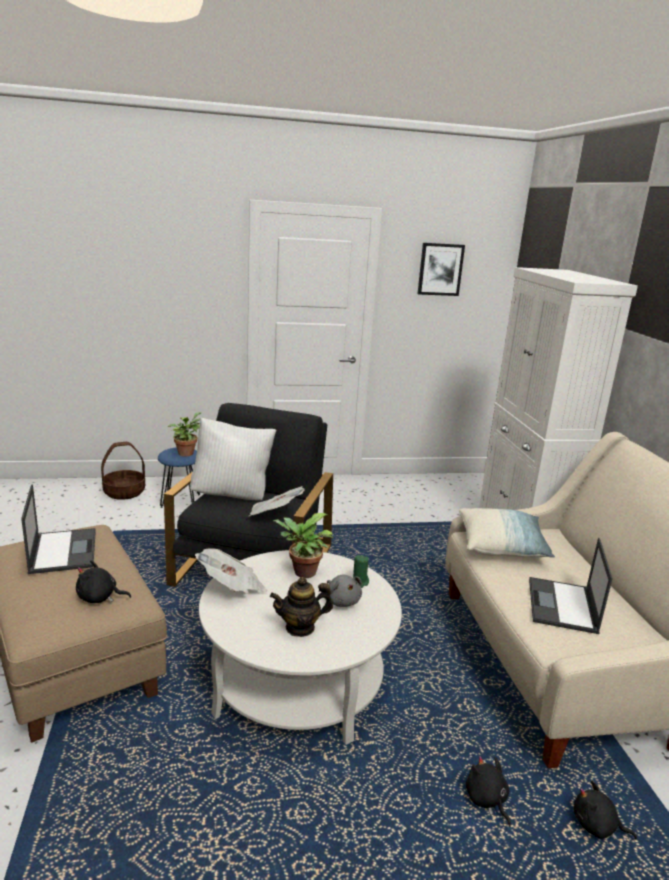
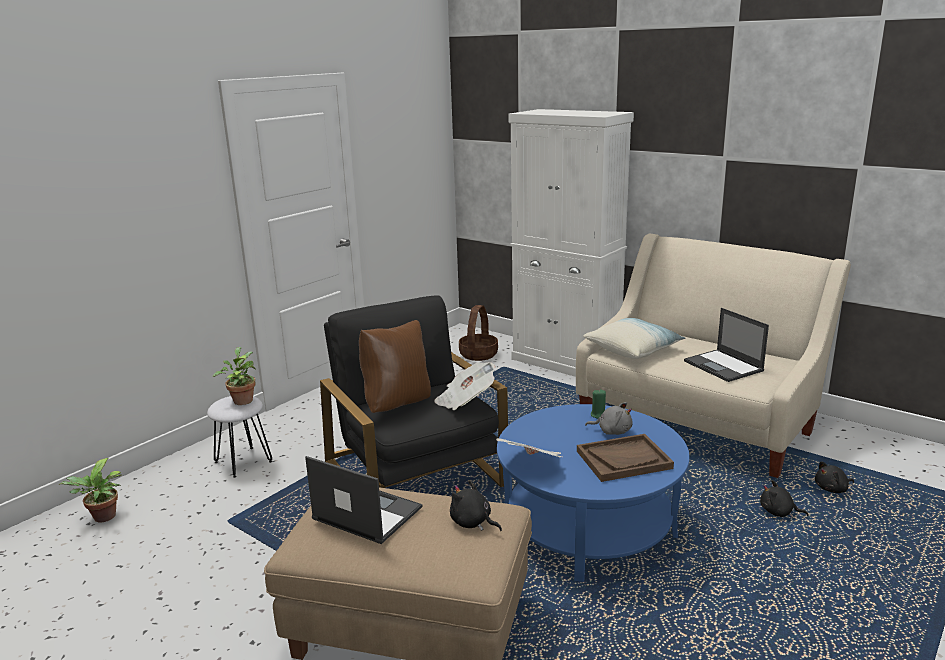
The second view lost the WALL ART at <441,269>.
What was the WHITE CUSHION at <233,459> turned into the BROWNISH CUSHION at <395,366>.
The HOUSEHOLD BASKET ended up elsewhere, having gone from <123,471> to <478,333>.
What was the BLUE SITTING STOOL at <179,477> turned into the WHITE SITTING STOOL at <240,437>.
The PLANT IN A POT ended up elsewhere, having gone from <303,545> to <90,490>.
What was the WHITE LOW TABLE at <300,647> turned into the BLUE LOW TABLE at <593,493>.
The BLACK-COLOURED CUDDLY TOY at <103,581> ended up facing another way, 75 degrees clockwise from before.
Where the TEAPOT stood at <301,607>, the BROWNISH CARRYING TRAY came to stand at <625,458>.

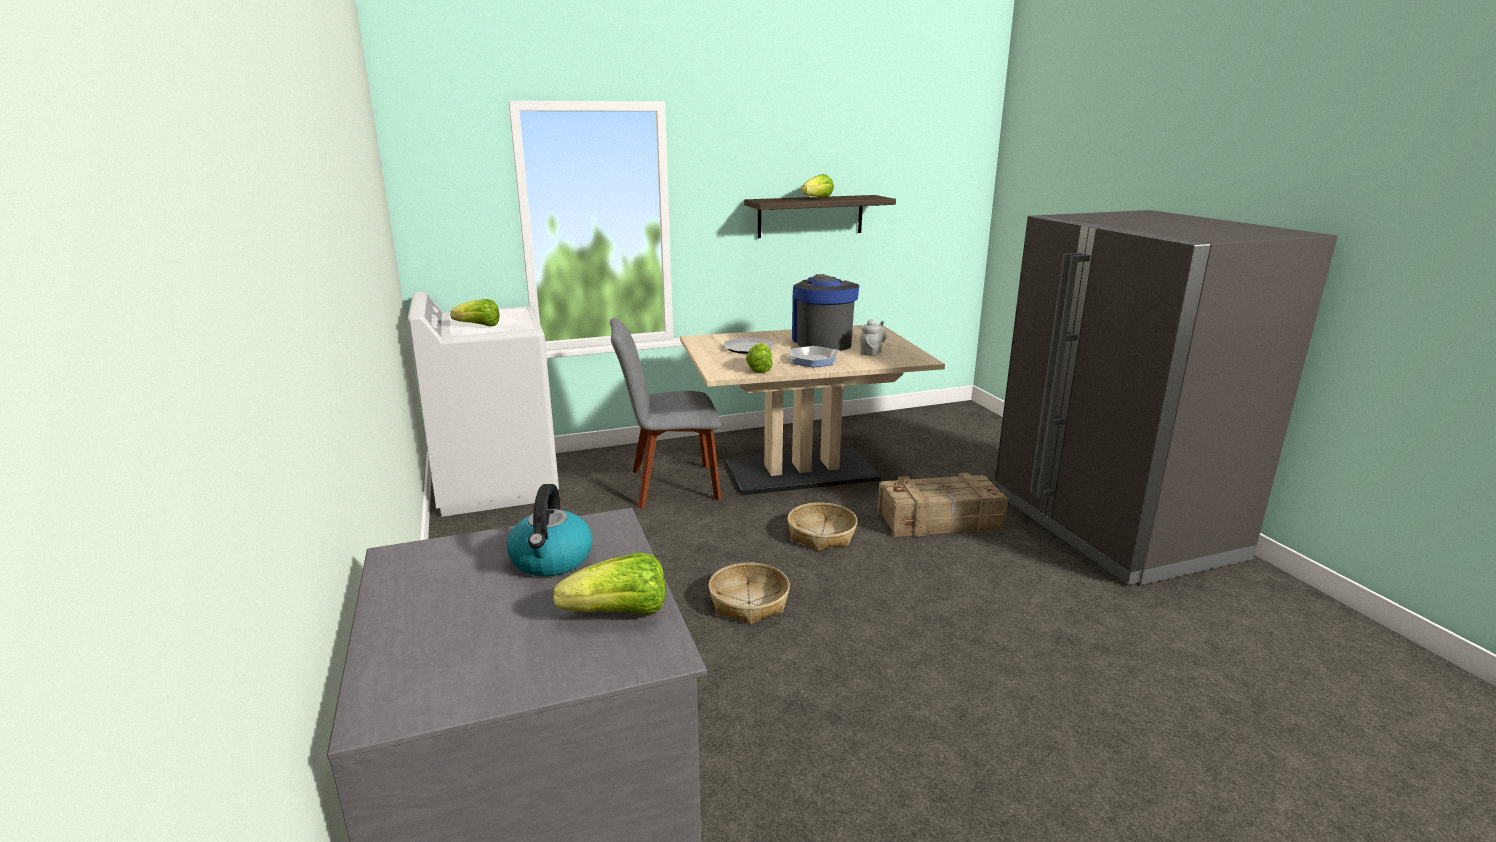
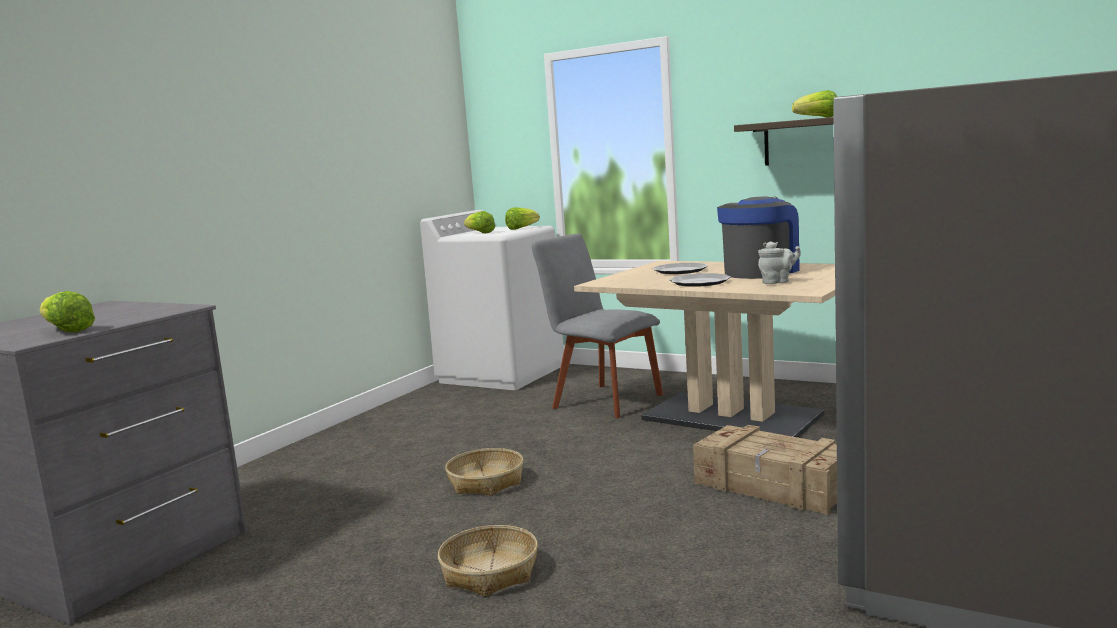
The LETTUCE ended up elsewhere, having gone from <759,358> to <522,219>.
Where the SKILLET stood at <813,356>, the DINNER PLATE came to stand at <700,280>.
The second view lost the WATER KETTLE at <549,530>.
The HOUSEHOLD BASKET ended up elsewhere, having gone from <822,526> to <488,561>.

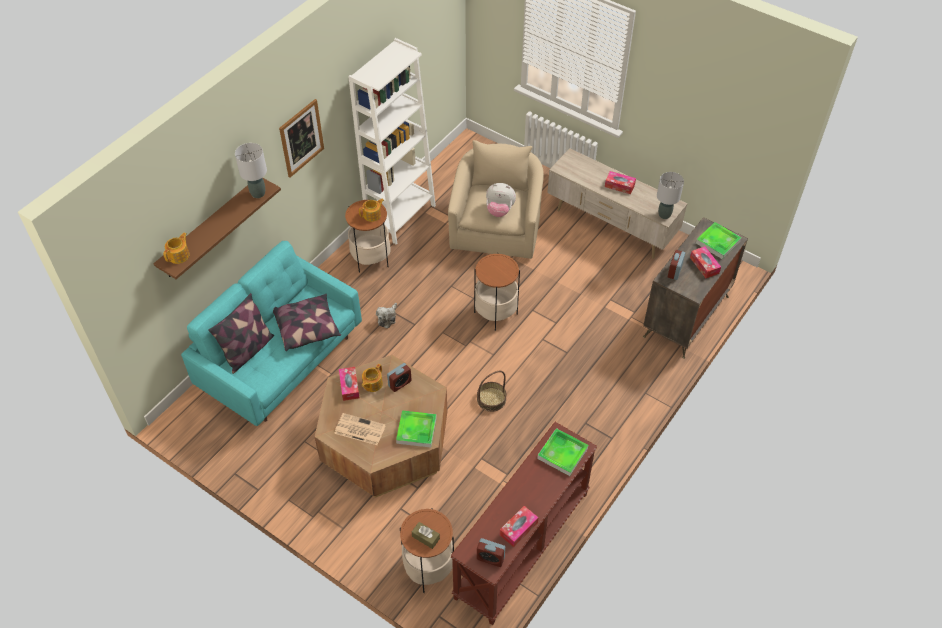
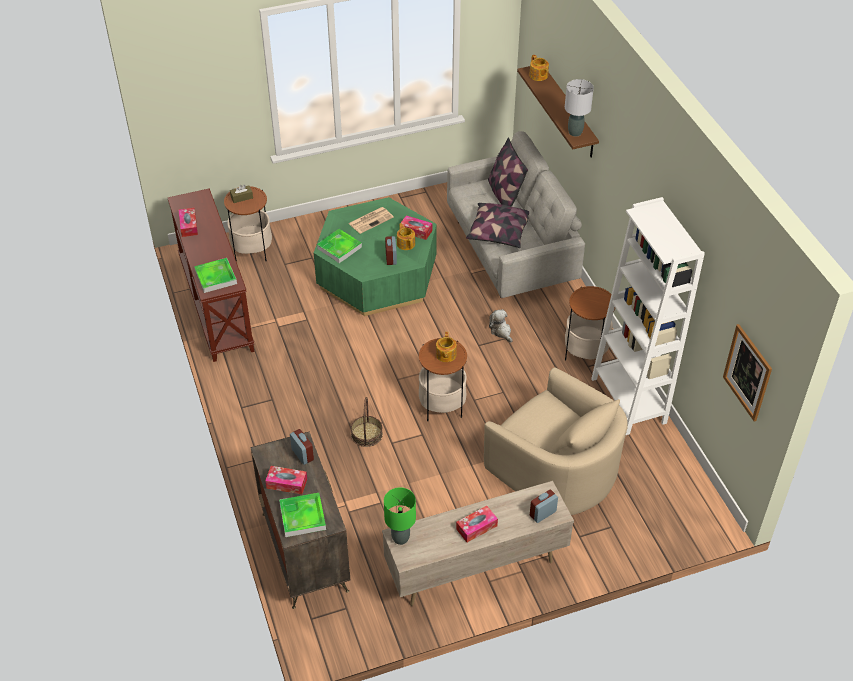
The WALL ART ended up elsewhere, having gone from <301,138> to <747,372>.
What was the GREY TABLE LAMP at <670,195> turned into the GREEN-COLOURED TABLE LAMP at <400,516>.
The second view lost the CUDDLY TOY at <501,200>.
The TEAPOT ended up elsewhere, having gone from <371,210> to <446,347>.
What was the TURQUOISE SETTEE at <271,333> turned into the GREY SETTEE at <516,214>.
What was the BROWNISH LOW TABLE at <381,426> turned into the GREEN-COLOURED LOW TABLE at <375,256>.
The HOUSEHOLD BASKET ended up elsewhere, having gone from <491,391> to <367,422>.
The TABLE CLOCK ended up elsewhere, having gone from <491,552> to <544,506>.

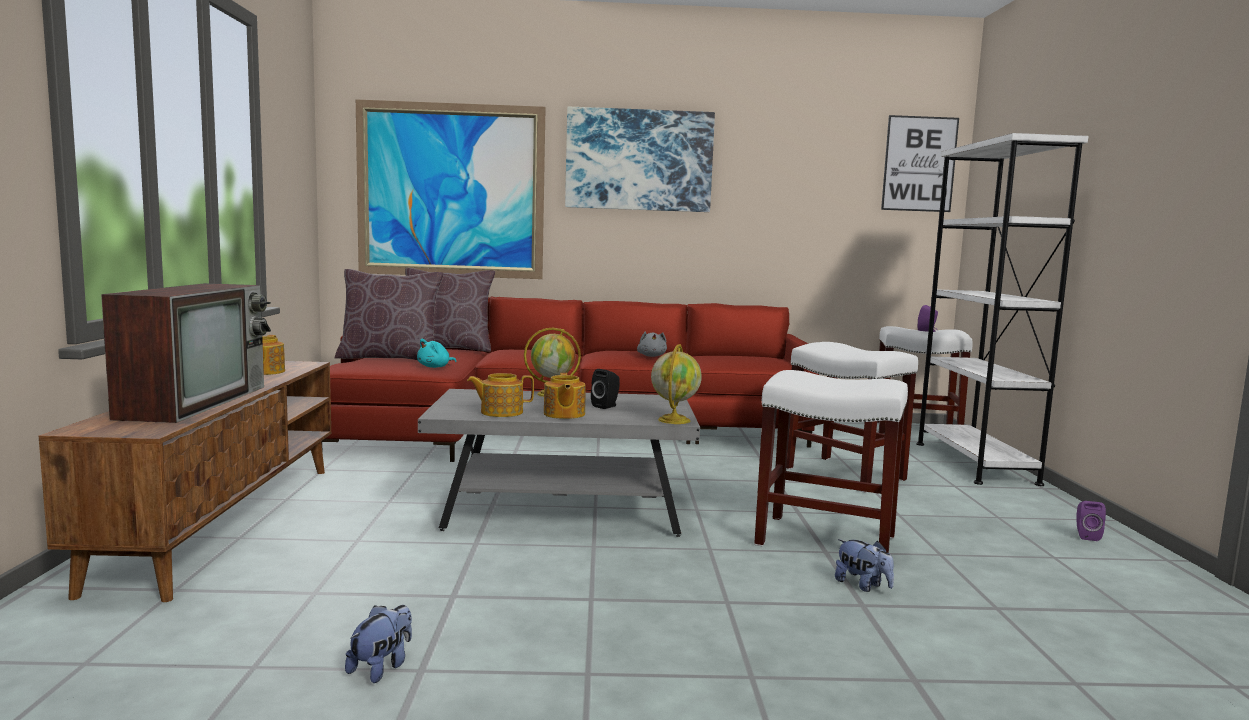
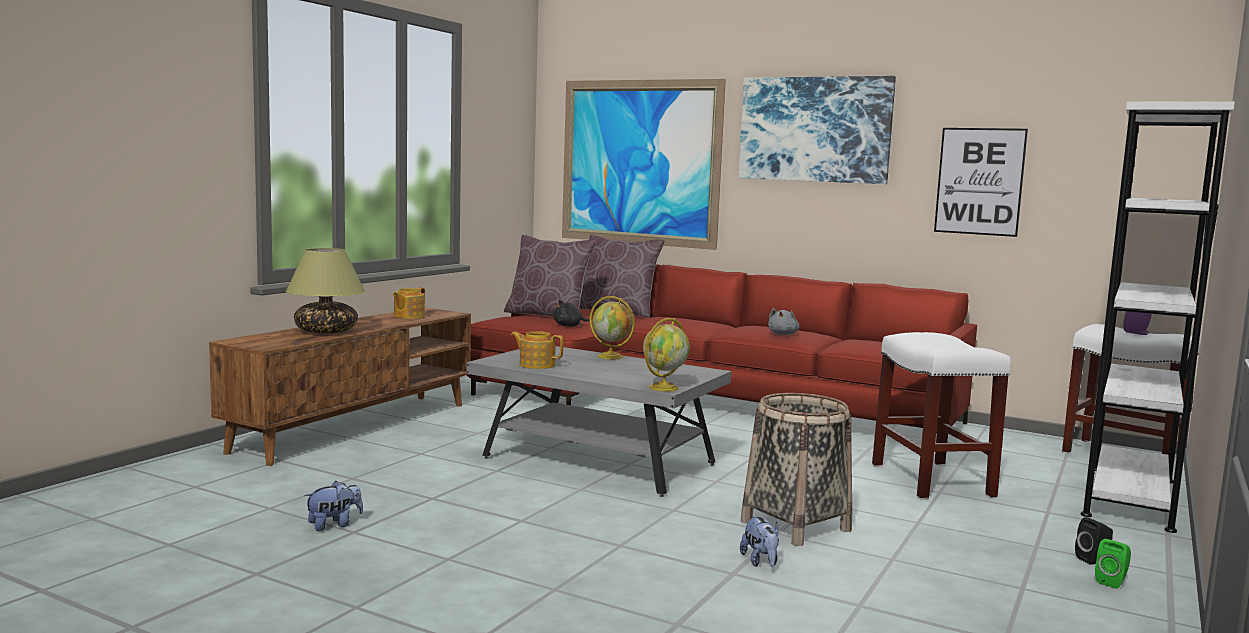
The WALL ART ended up elsewhere, having gone from <920,163> to <981,182>.
Where the TELEVISION stood at <186,353>, the TABLE LAMP came to stand at <325,291>.
What was the TURQUOISE CUDDLY TOY at <437,353> turned into the BLACK-COLOURED CUDDLY TOY at <572,313>.
The BLACK-COLOURED LOUDSPEAKER ended up elsewhere, having gone from <605,389> to <1094,541>.
Where the WHITE SITTING STOOL stood at <831,461>, the HOUSEHOLD BASKET came to stand at <796,469>.
The second view lost the TEAPOT at <565,396>.
What was the PURPLE LOUDSPEAKER at <1091,521> turned into the GREEN-COLOURED LOUDSPEAKER at <1113,564>.

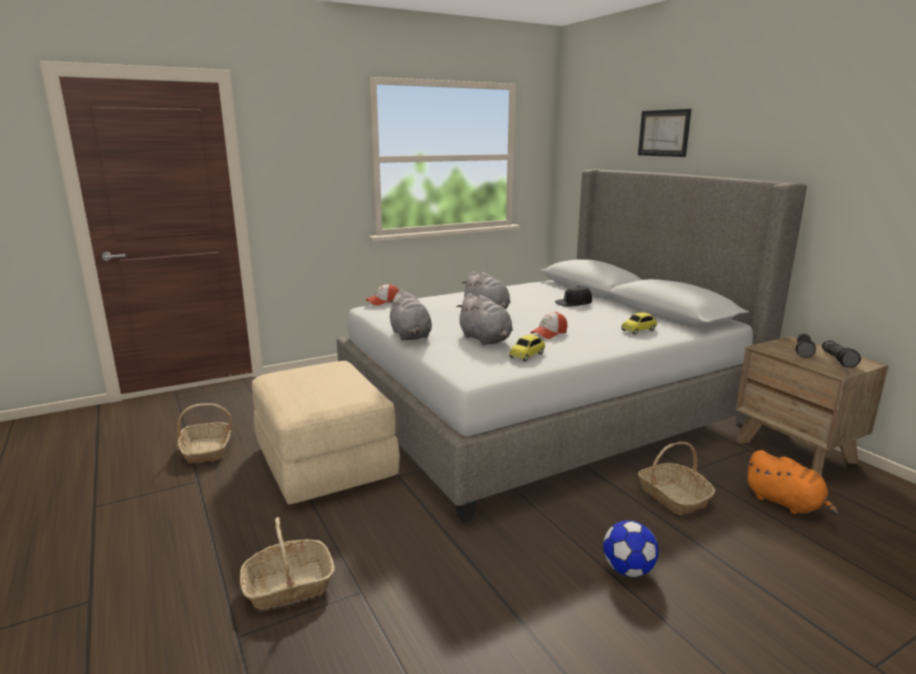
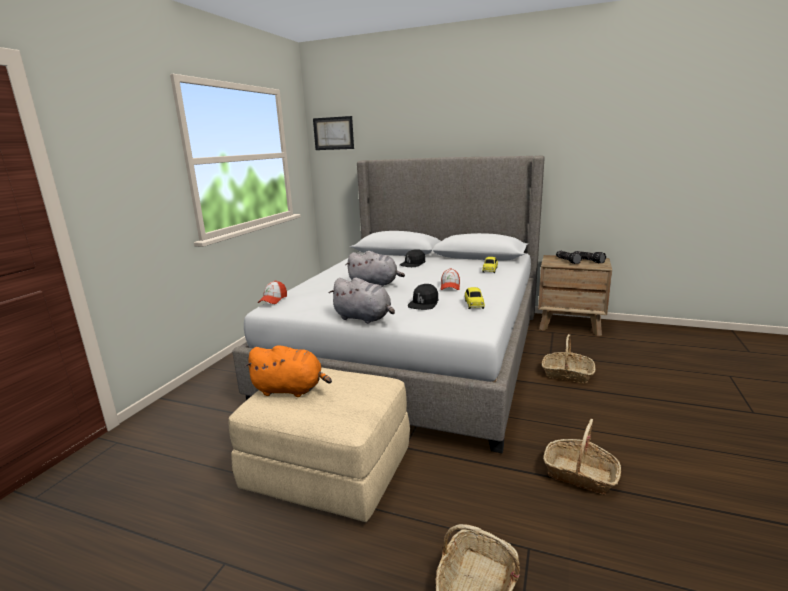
The WALL ART ended up elsewhere, having gone from <665,133> to <333,133>.
Where the GREY CUDDLY TOY stood at <484,319>, the BLACK-COLOURED CAP came to stand at <423,297>.
The HOUSEHOLD BASKET ended up elsewhere, having gone from <204,433> to <582,456>.
The ORANGE CUDDLY TOY ended up elsewhere, having gone from <792,482> to <288,371>.
The second view lost the FOOTBALL at <630,548>.

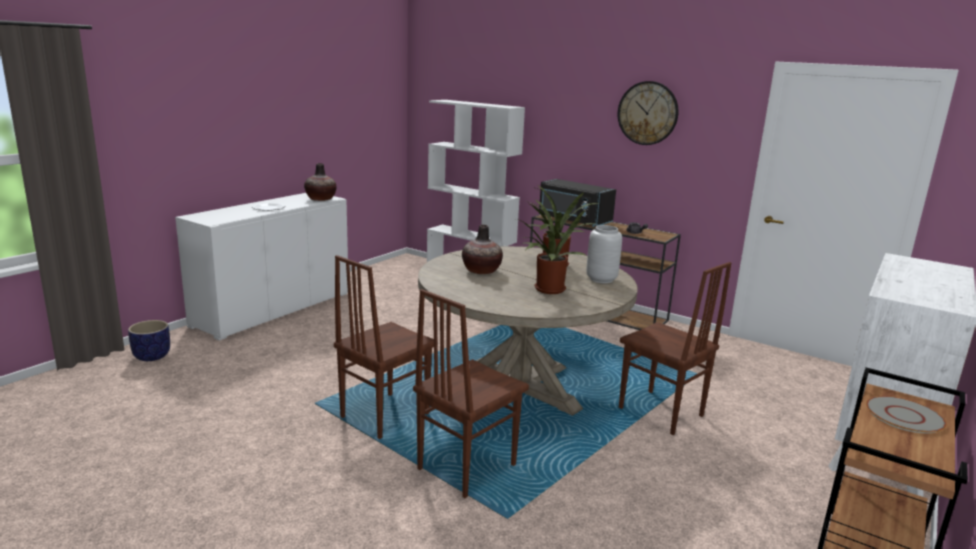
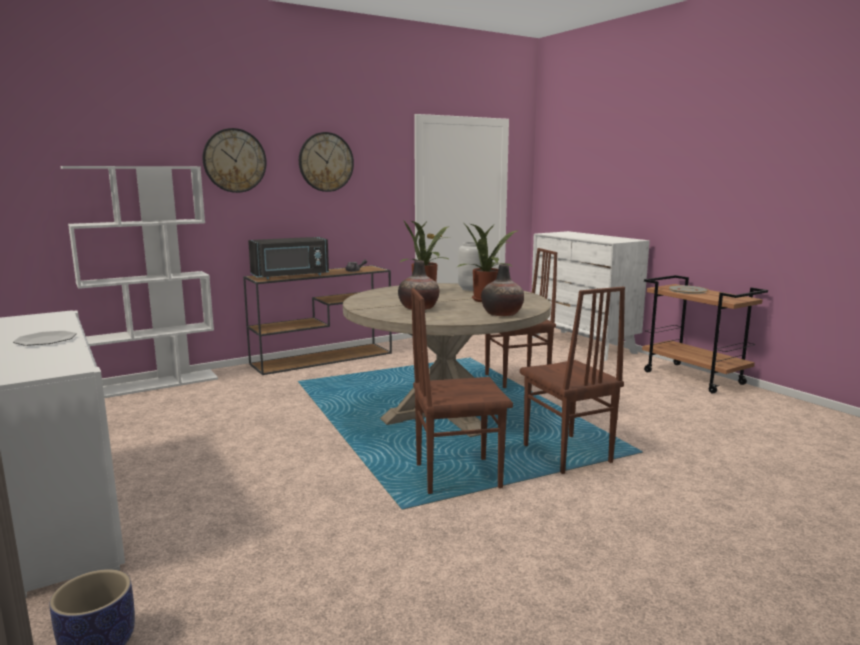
The DECORATIVE VASE ended up elsewhere, having gone from <320,182> to <502,290>.
The BROWNISH CHAIR at <386,347> ended up facing another way, 105 degrees clockwise from before.
The second view gained the CLOCK ON THE WALL at <234,160>.

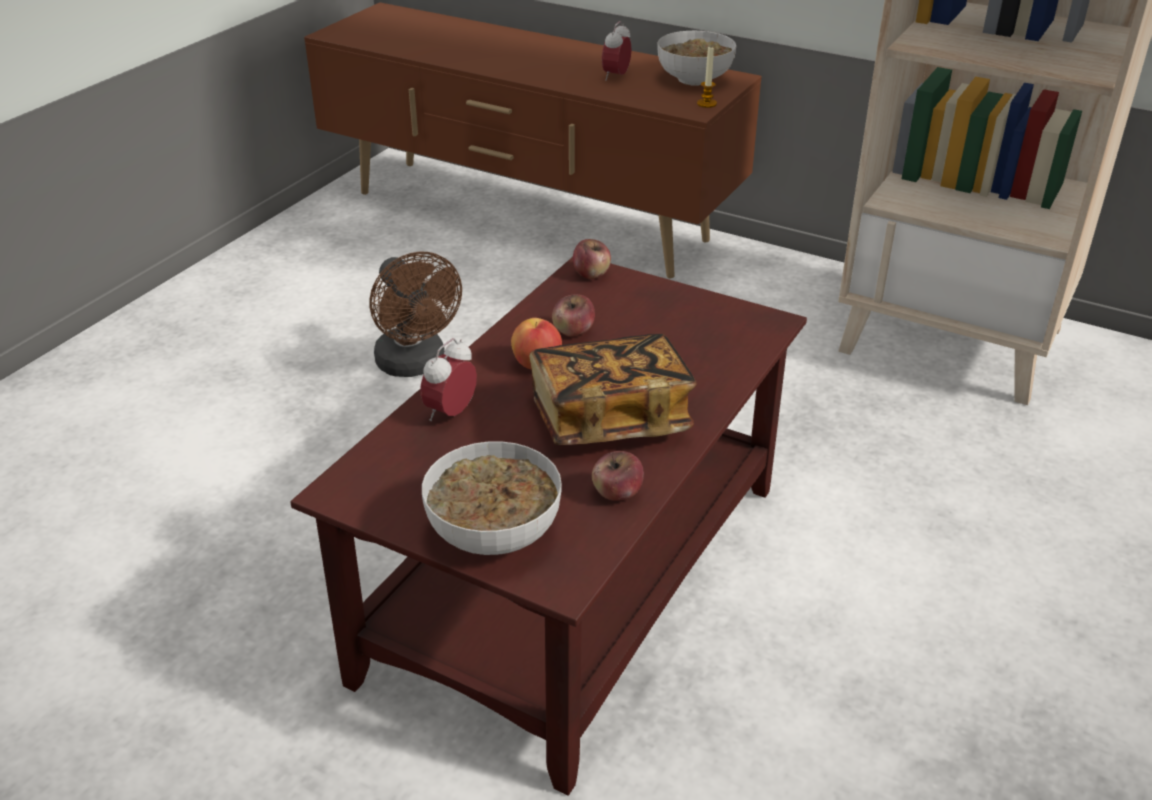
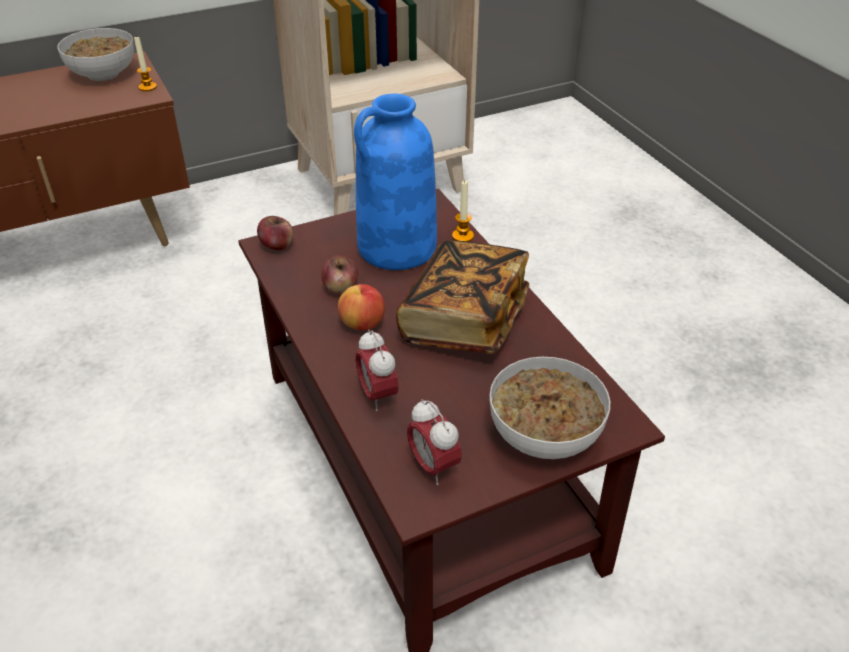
The TABLE CLOCK ended up elsewhere, having gone from <616,51> to <434,442>.
The second view lost the BROWNISH ELECTRIC FAN at <415,314>.
The second view lost the APPLE FRUIT at <618,476>.
The second view gained the BLUE DECORATIVE VASE at <395,182>.
The second view gained the WAX CANDLE at <463,211>.

